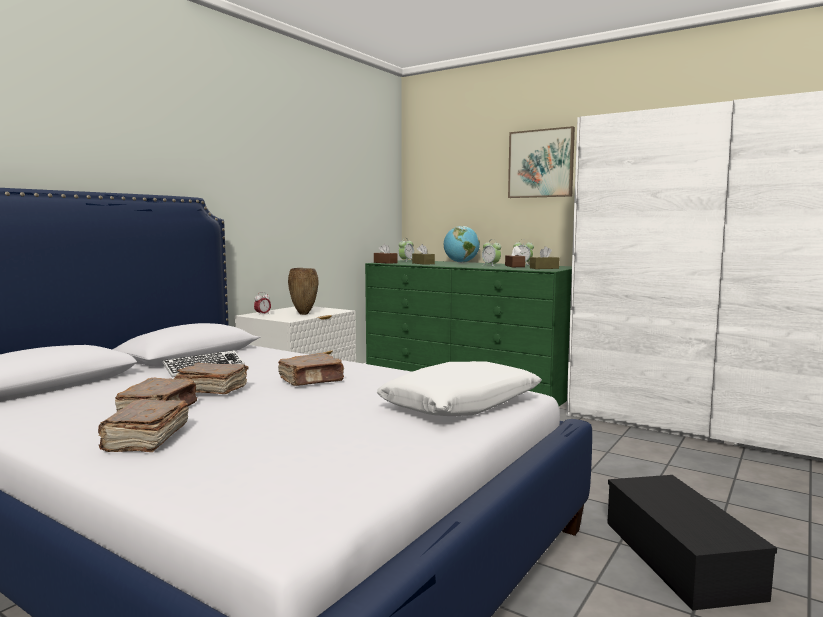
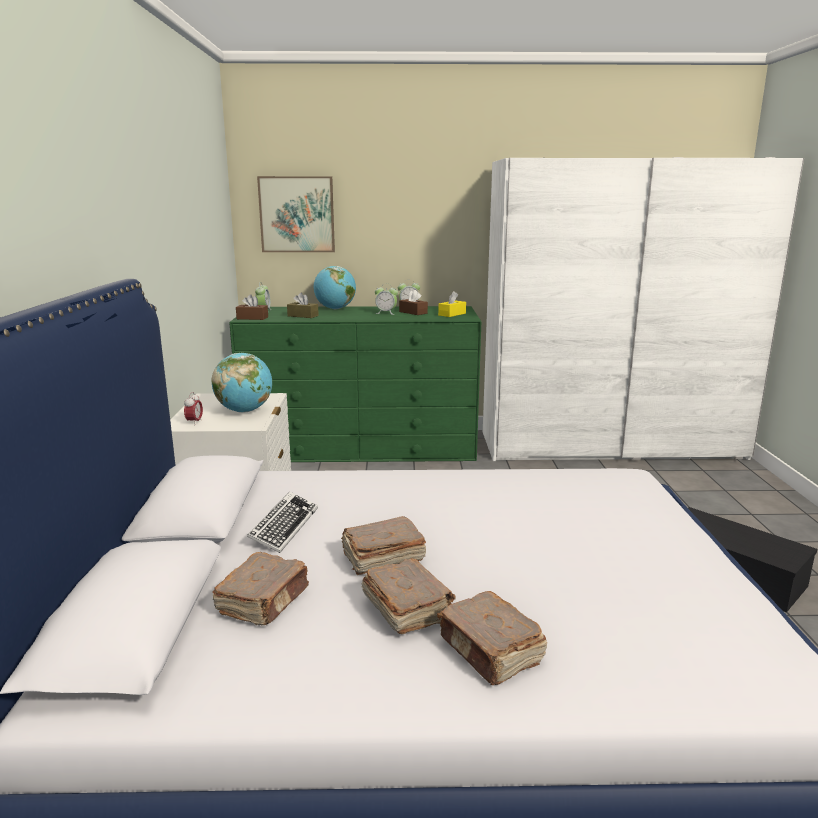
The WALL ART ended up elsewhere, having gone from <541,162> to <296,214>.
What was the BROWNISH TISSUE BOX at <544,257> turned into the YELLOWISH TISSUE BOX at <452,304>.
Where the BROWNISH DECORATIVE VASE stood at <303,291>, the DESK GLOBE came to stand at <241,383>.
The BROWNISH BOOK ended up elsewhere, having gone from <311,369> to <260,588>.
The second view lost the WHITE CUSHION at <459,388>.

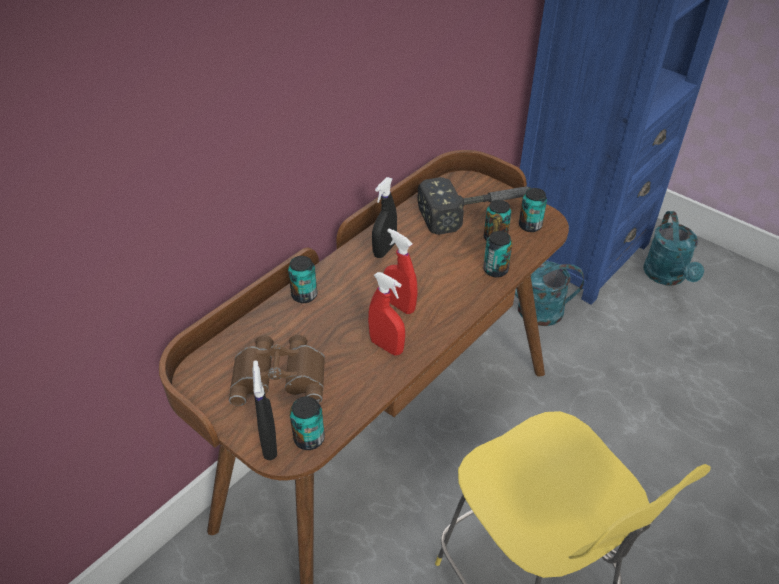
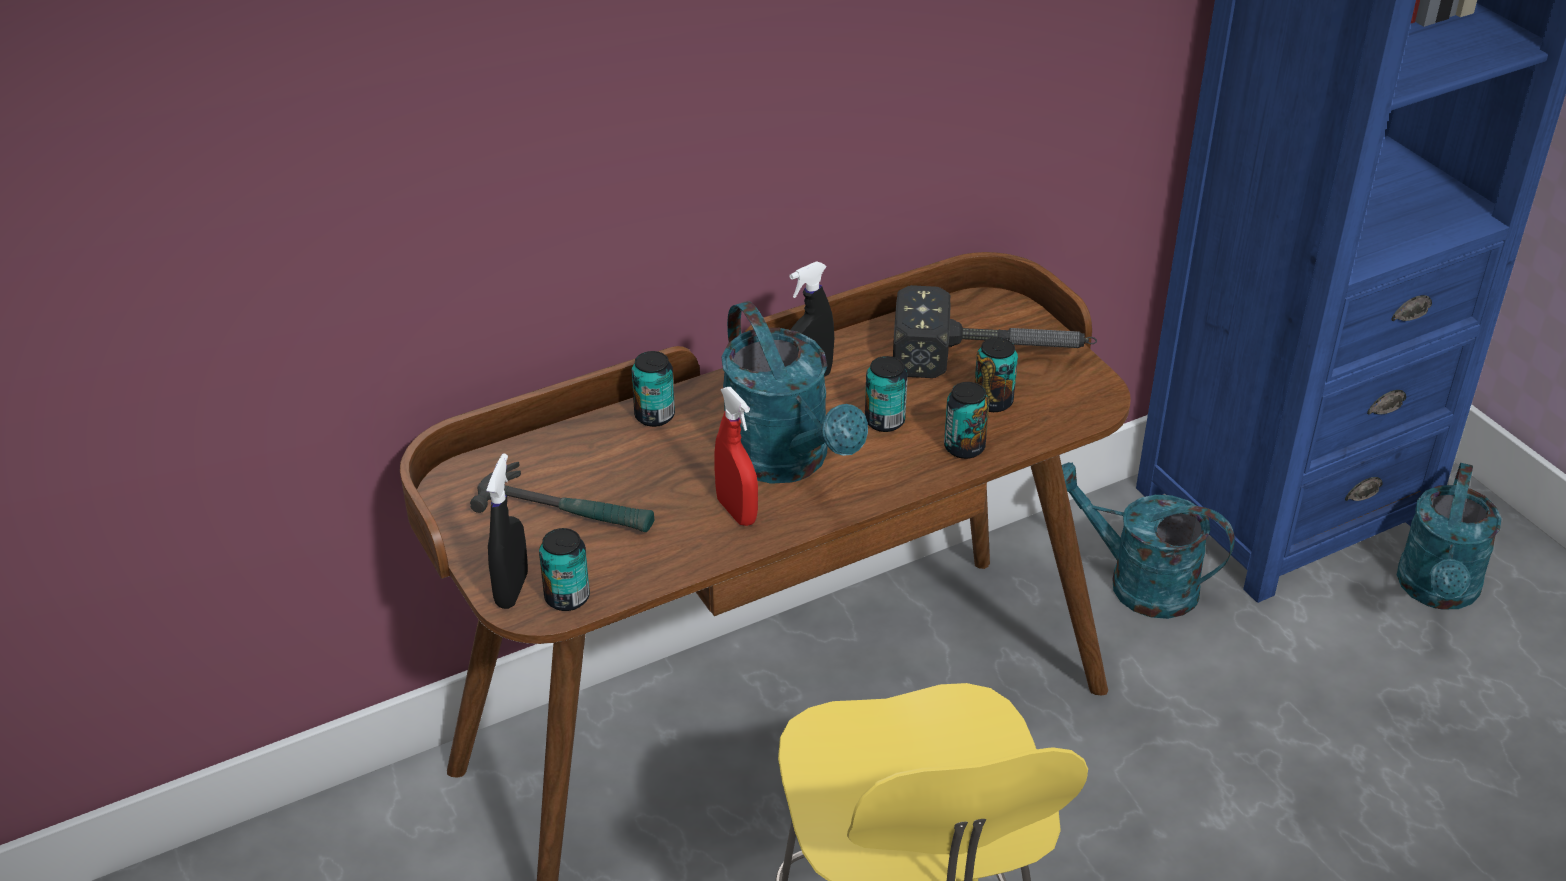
The CAN ended up elsewhere, having gone from <533,210> to <886,394>.
Where the RED HAND SPRAYER stood at <401,271>, the TURQUOISE WATERING CAN came to stand at <794,392>.
Where the BROWNISH PAIR OF BINOCULARS stood at <277,370>, the TOOL HAMMER came to stand at <562,497>.

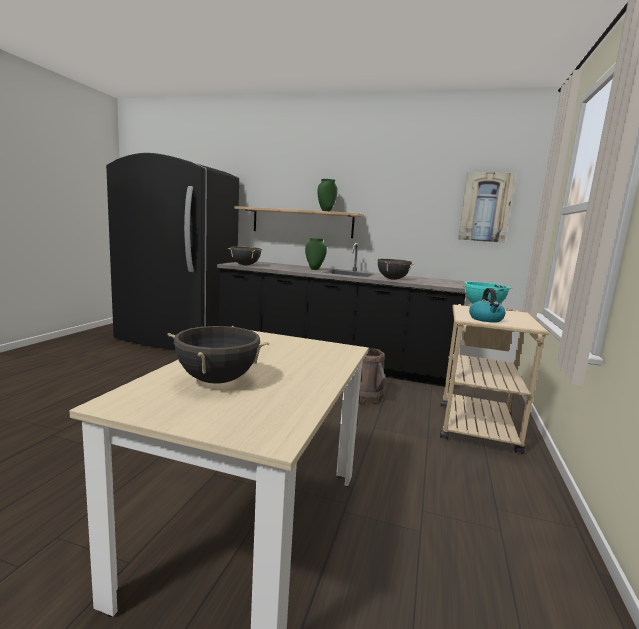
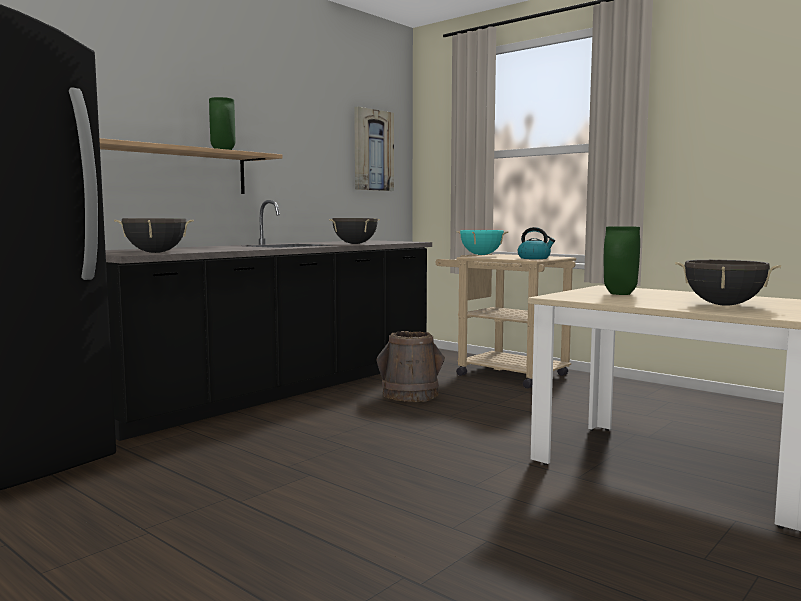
The GREEN-COLOURED DECORATIVE VASE ended up elsewhere, having gone from <316,254> to <622,260>.

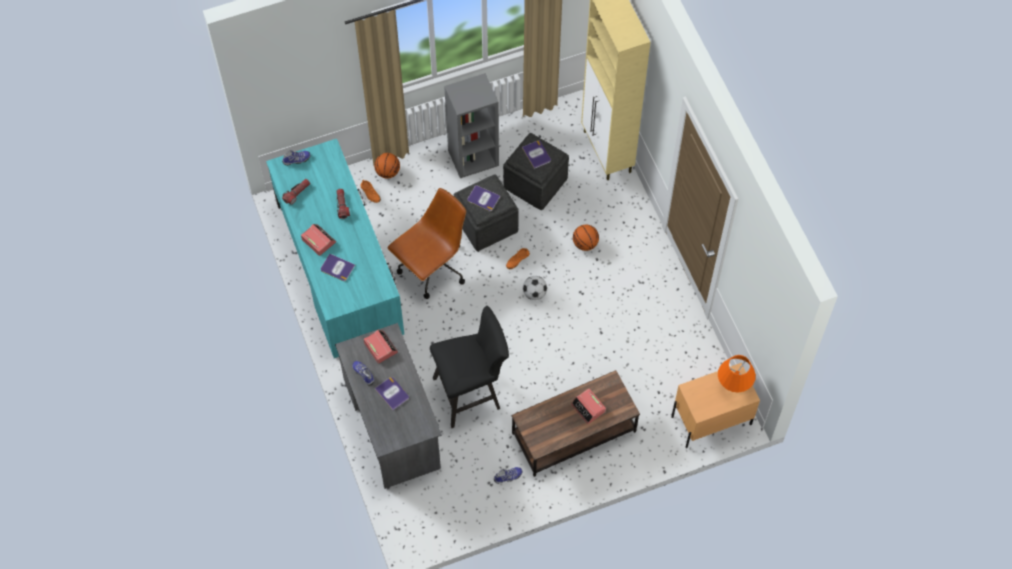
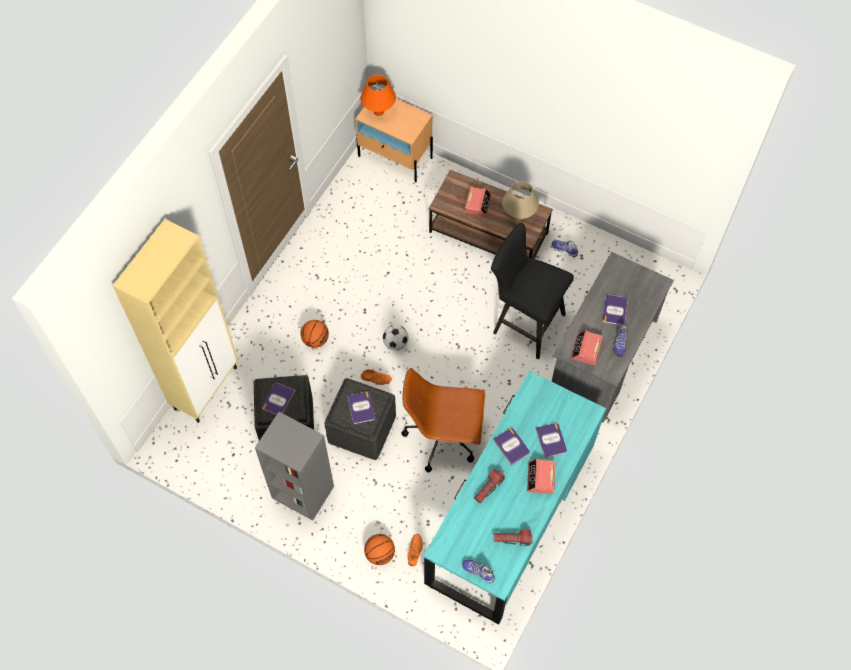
The second view gained the BEIGE-COLOURED TABLE LAMP at <520,201>.
The second view gained the BOOK at <511,447>.

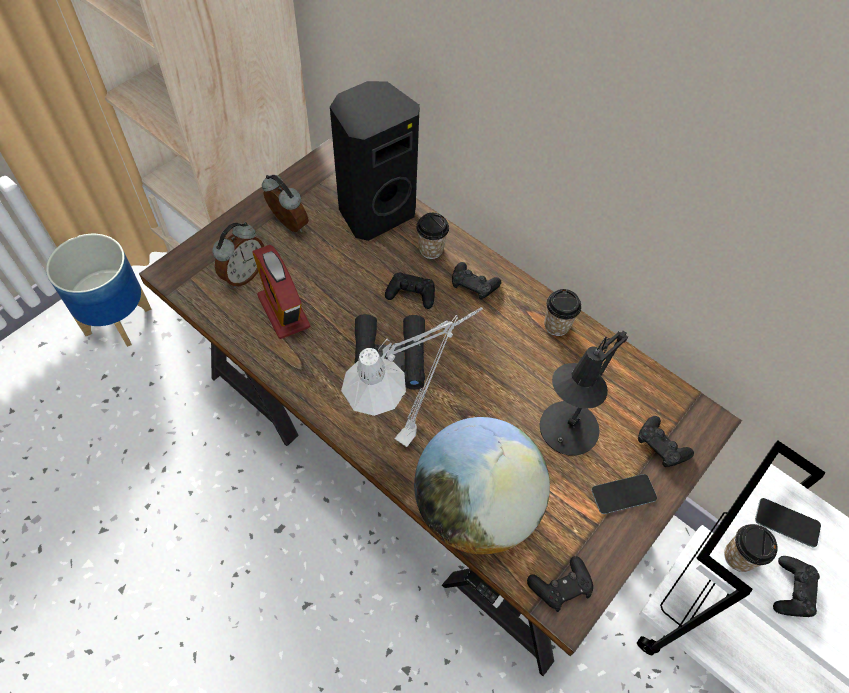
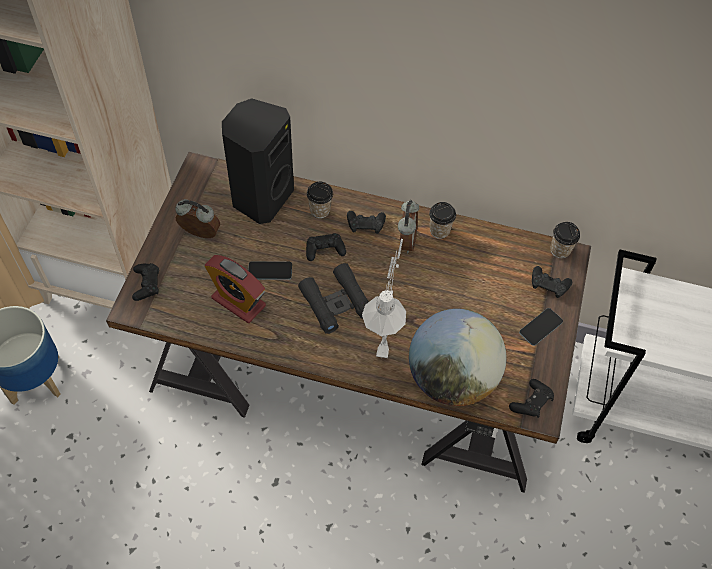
The TABLE CLOCK ended up elsewhere, having gone from <238,255> to <408,226>.
The second view lost the BLACK-COLOURED TABLE LAMP at <584,393>.
The HANDSET ended up elsewhere, having gone from <788,522> to <270,270>.
The DRINKING CUP ended up elsewhere, having gone from <751,548> to <565,240>.
The BLACK-COLOURED JOYPAD ended up elsewhere, having gone from <796,586> to <145,282>.

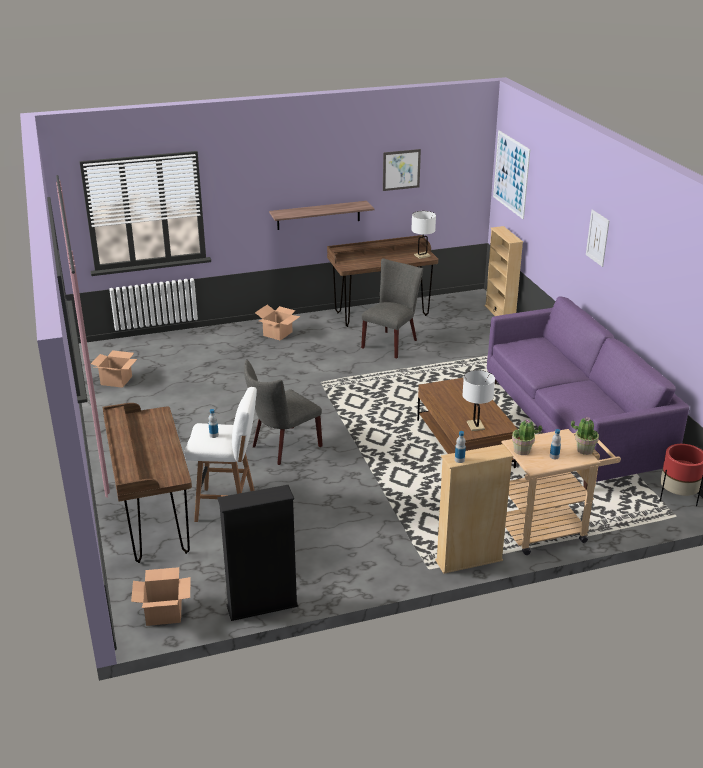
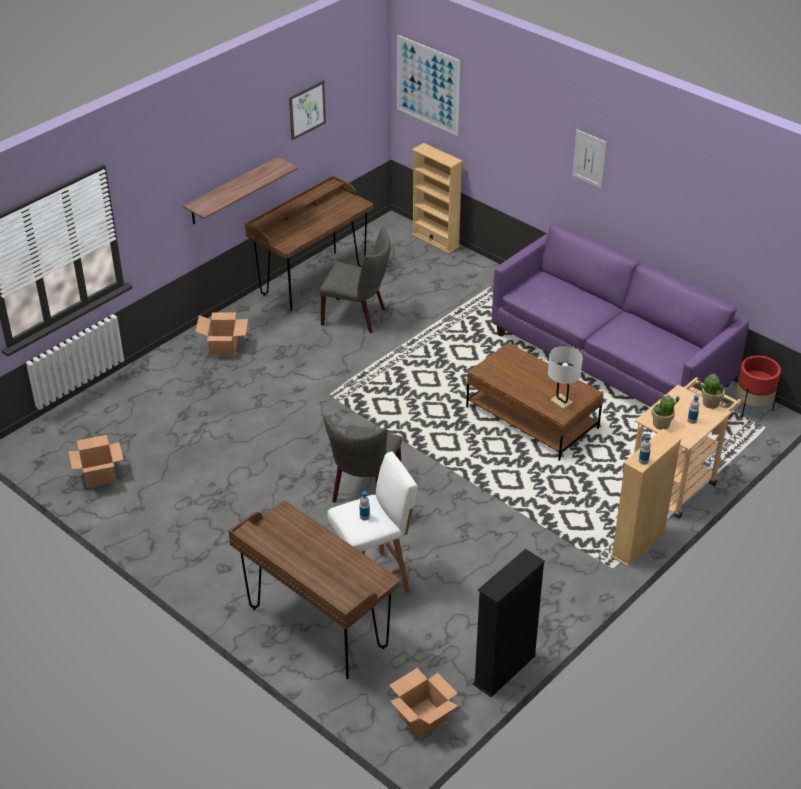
The second view lost the WHITE TABLE LAMP at <423,235>.
The GREY CHAIR at <392,308> ended up facing another way, 105 degrees clockwise from before.

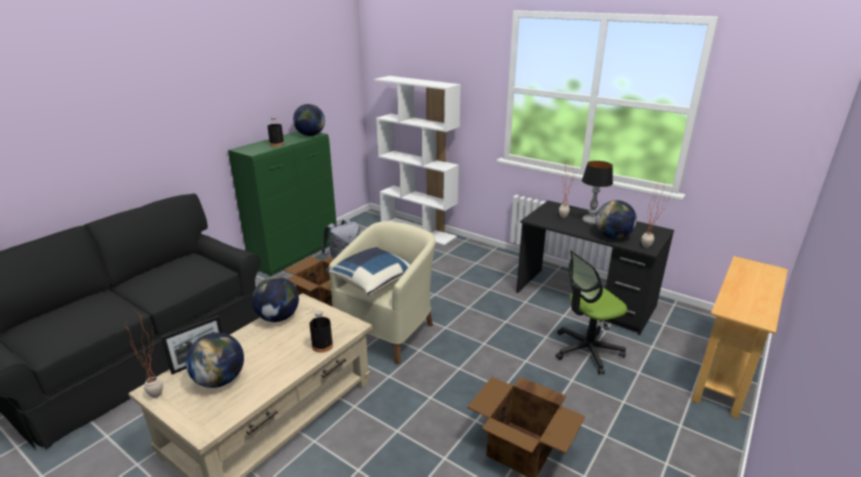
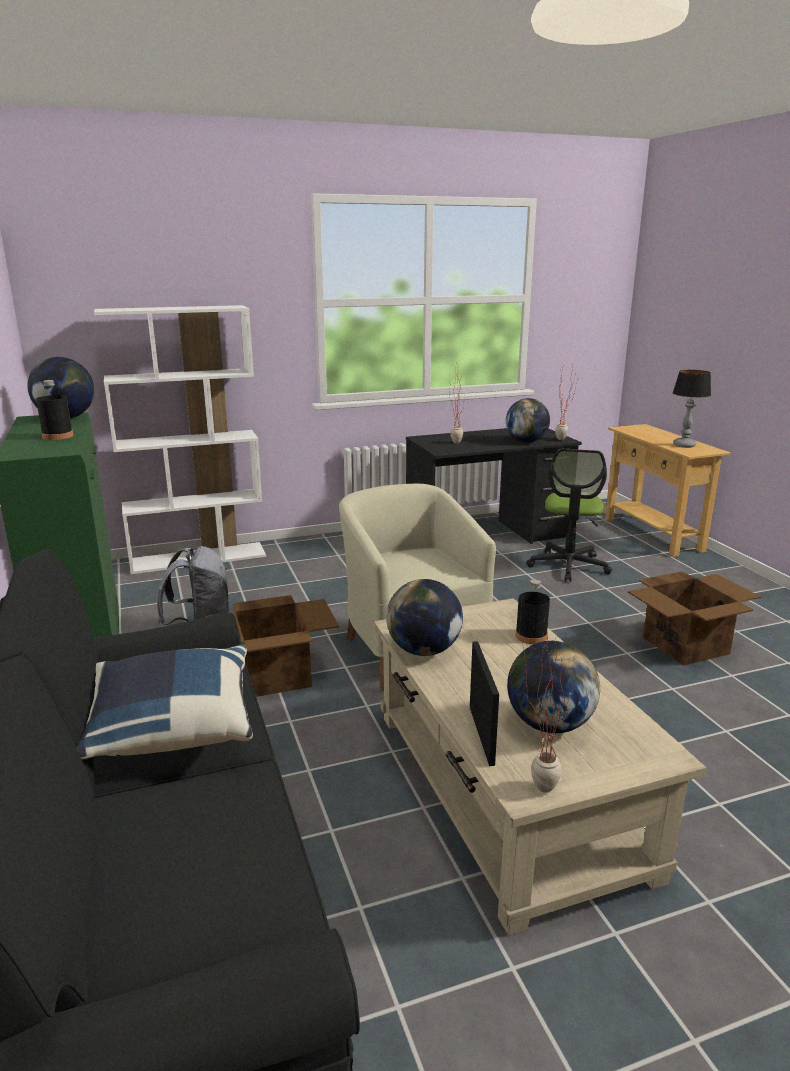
The TABLE LAMP ended up elsewhere, having gone from <597,193> to <692,409>.
The BLUE CUSHION ended up elsewhere, having gone from <369,271> to <164,701>.

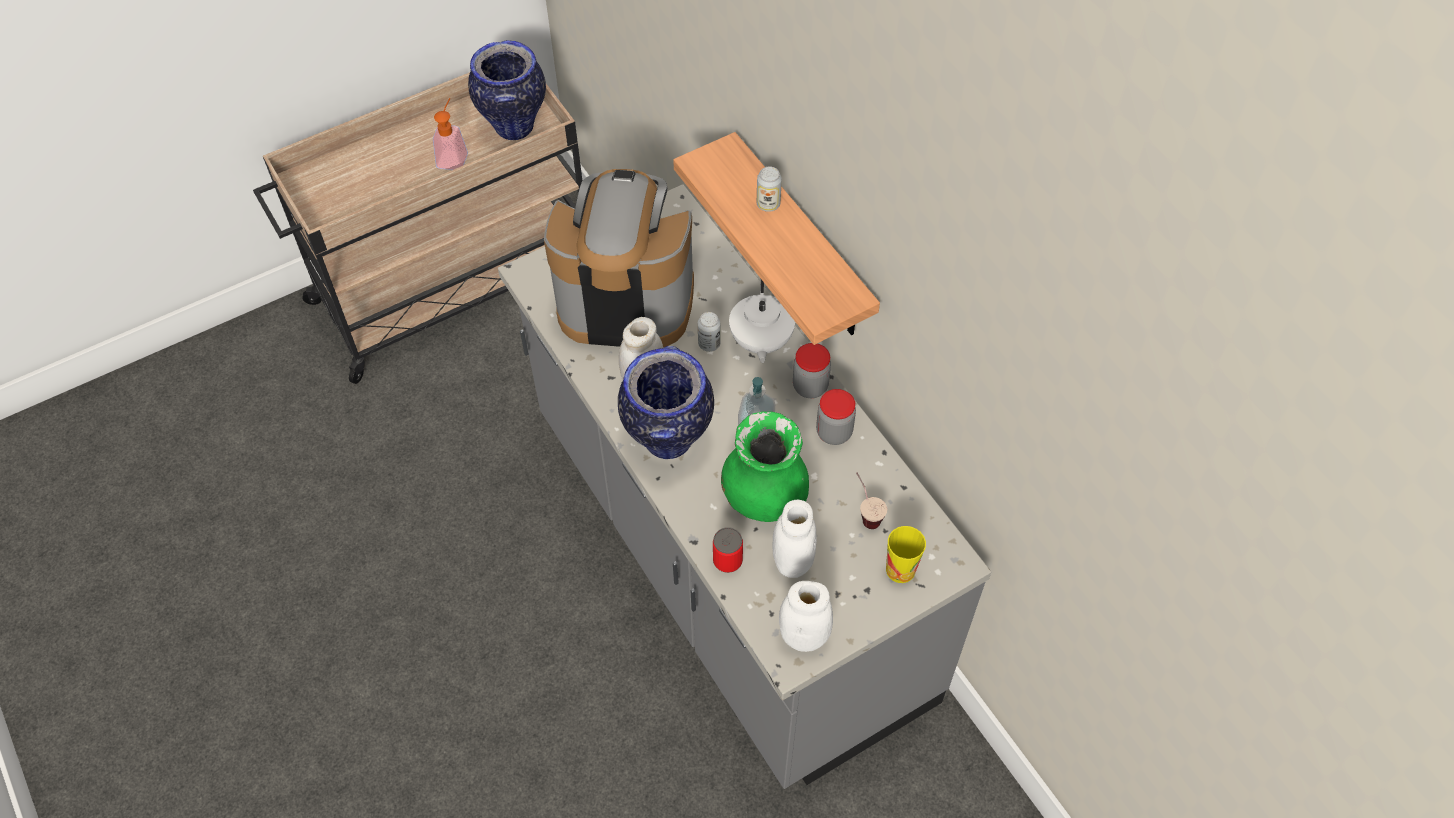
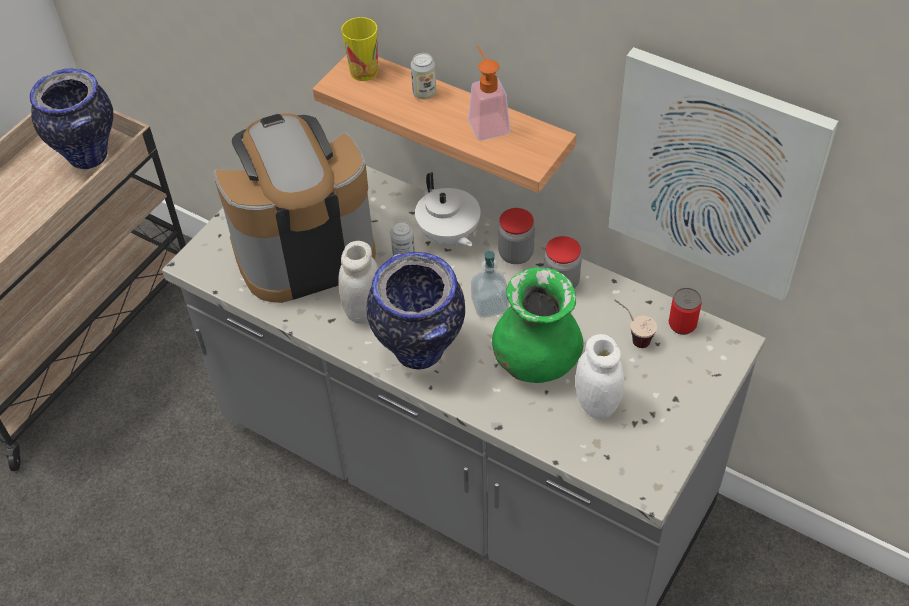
The SOAP DISPENSER ended up elsewhere, having gone from <450,134> to <489,92>.
The DRINKING CUP ended up elsewhere, having gone from <906,554> to <359,49>.
The CAN ended up elsewhere, having gone from <728,550> to <685,311>.
The second view lost the WHITE STORAGE JAR at <806,616>.
The second view gained the WALL ART at <723,174>.

